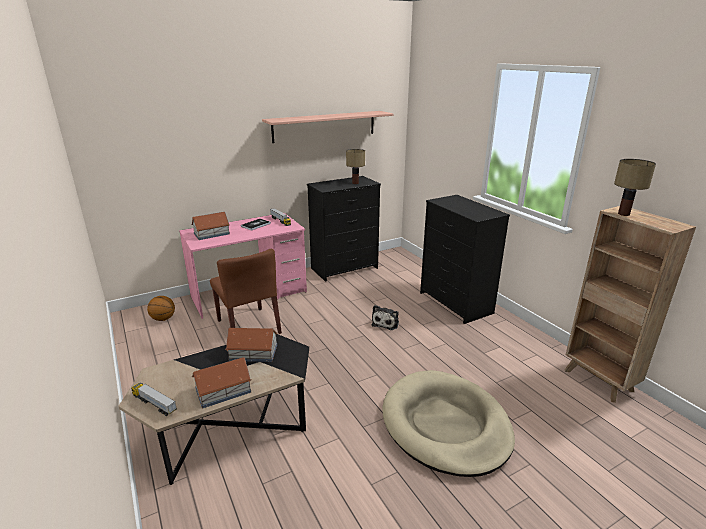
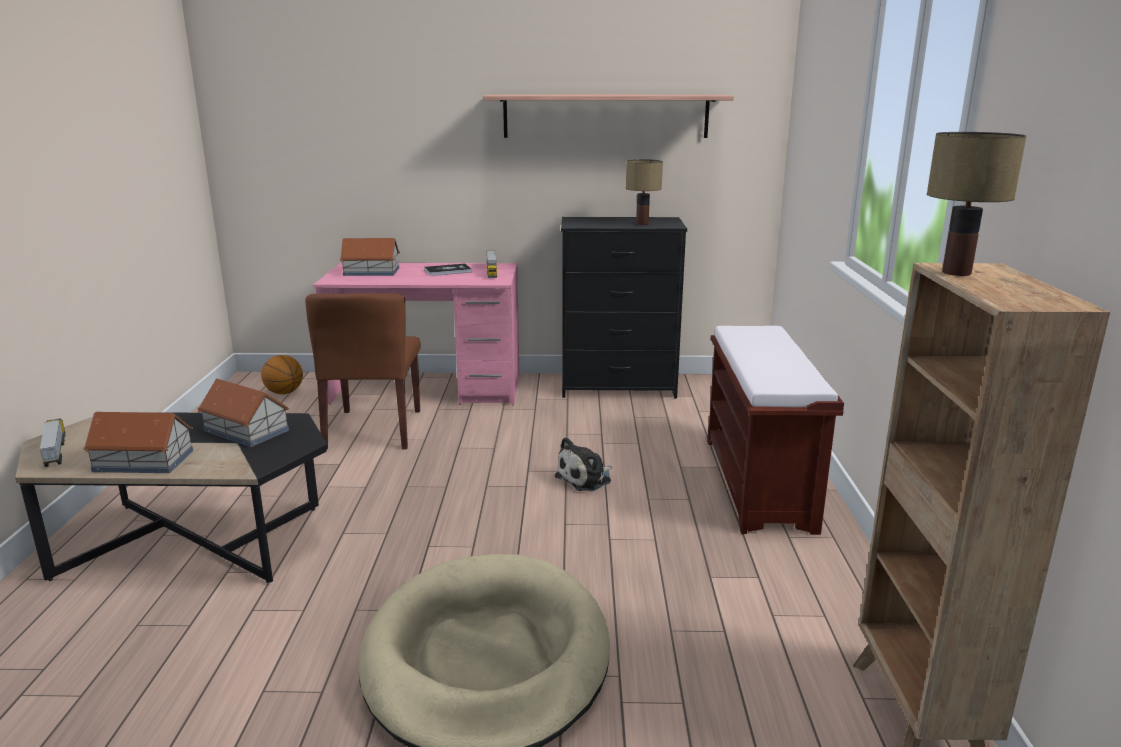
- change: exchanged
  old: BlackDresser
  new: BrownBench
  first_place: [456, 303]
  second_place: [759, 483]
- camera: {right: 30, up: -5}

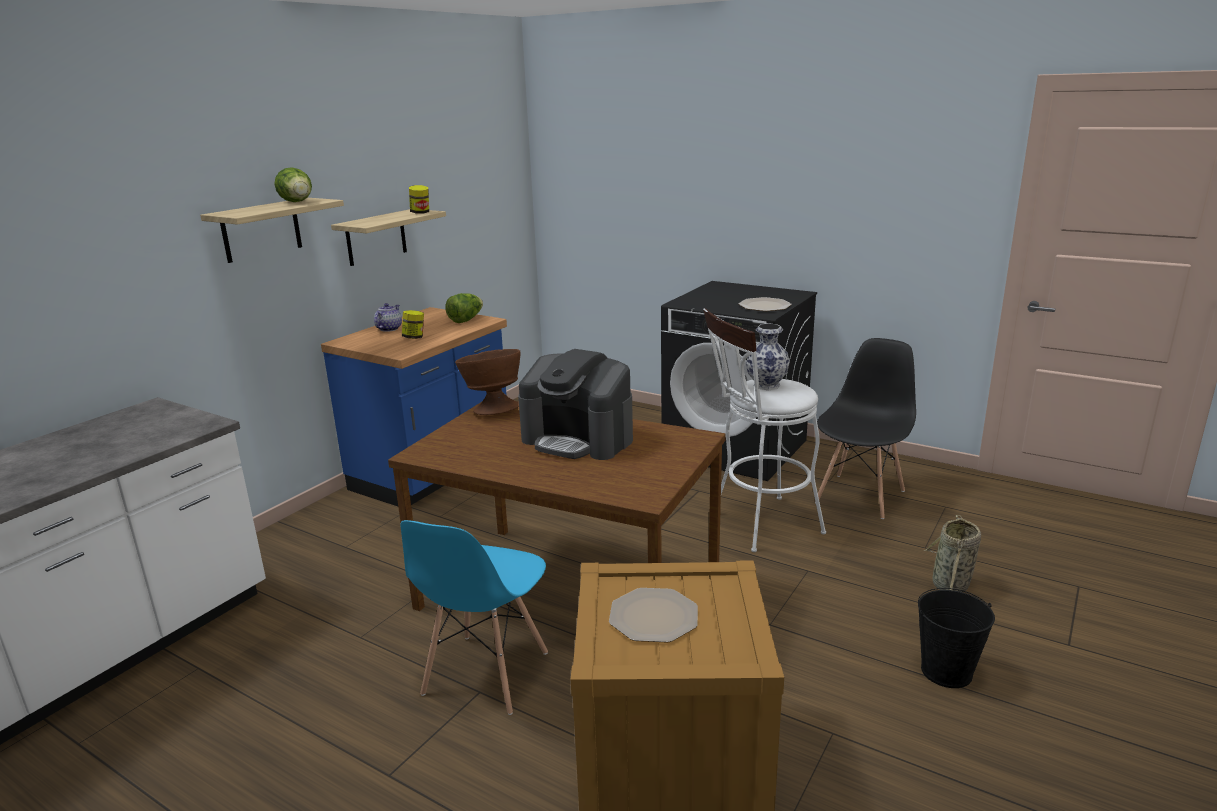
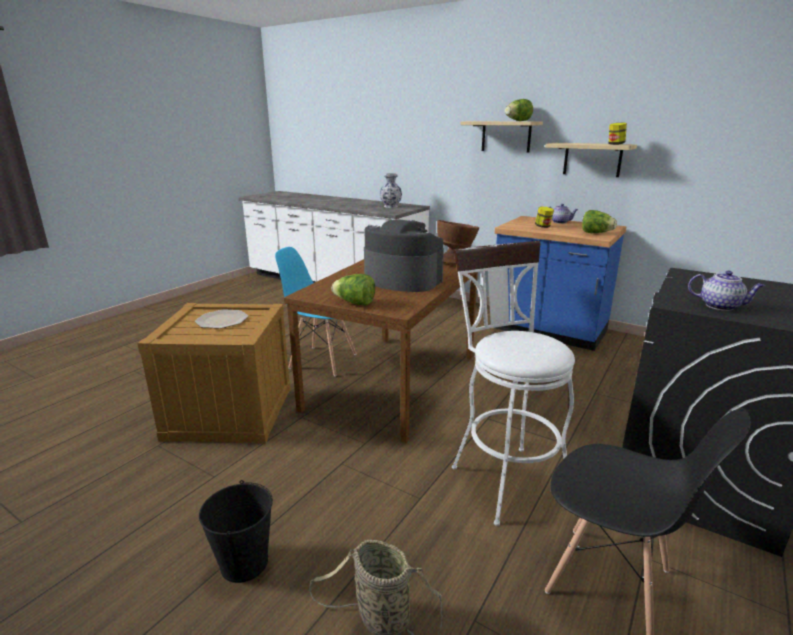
- change: spun
  old: CoffeeMachine
  first_place: [578, 439]
  second_place: [402, 280]
  degrees: 90
- change: exchanged
  old: Plate
  new: Teapot
  first_place: [764, 306]
  second_place: [720, 306]
- change: relocated
  old: Vase
  first_place: [766, 385]
  second_place: [390, 206]
- change: appeared
  new: Lettuce
  second_place: [355, 303]
- camera: {right: 90, up: 0}

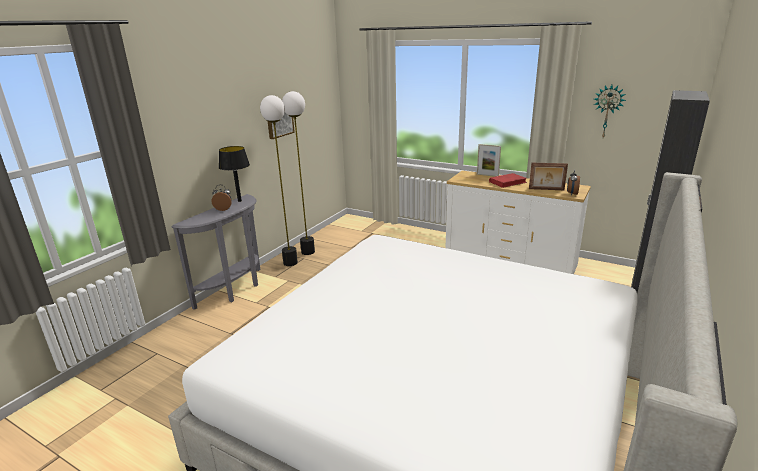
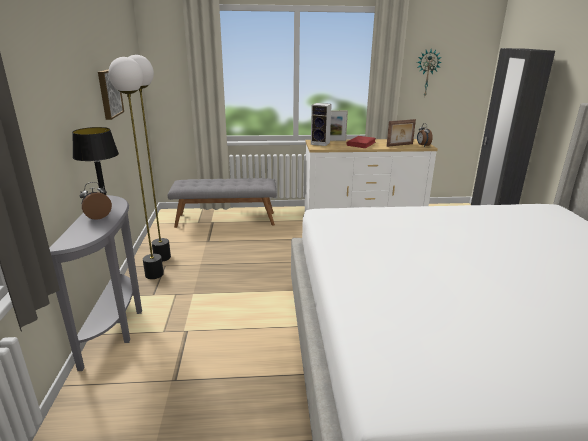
- change: appeared
  new: GreyBench
  second_place: [226, 219]
- change: appeared
  new: Speaker
  second_place: [321, 143]
- camera: {right: -35, up: 0}

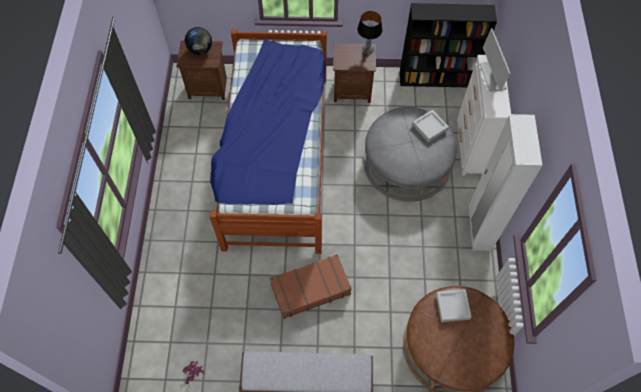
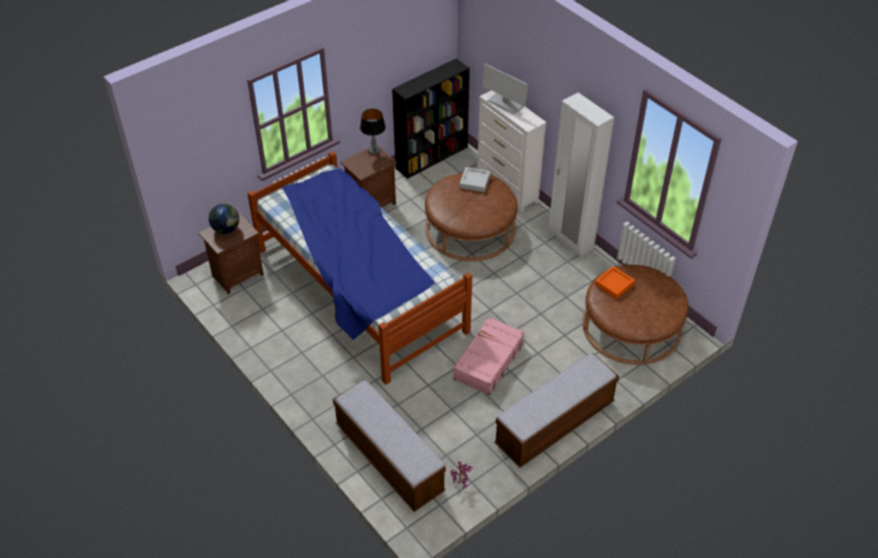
- change: colour
  old: BrownSuitcase
  new: PinkSuitcase
  first_place: [310, 289]
  second_place: [488, 361]
- change: colour
  old: GreyOttoman
  new: BrownOttoman
  first_place: [407, 162]
  second_place: [470, 228]
- change: colour
  old: GreyTray
  new: OrangeTray
  first_place: [452, 306]
  second_place: [614, 284]
- change: appeared
  new: Bench
  second_place: [389, 458]
- camera: {right: -40, up: -15}

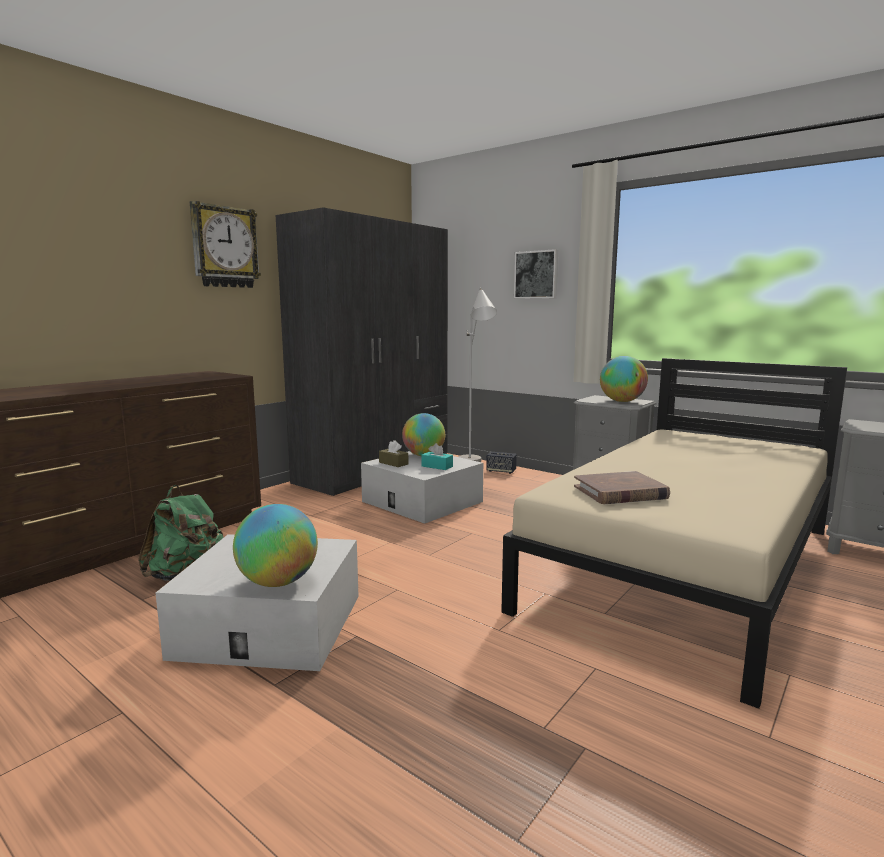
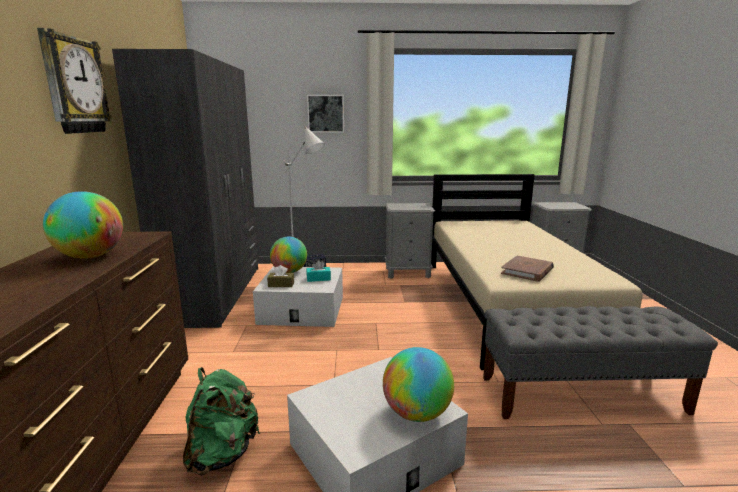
- change: relocated
  old: Globe
  first_place: [622, 401]
  second_place: [90, 256]
- change: appeared
  new: GreyBench
  second_place: [582, 395]
- camera: {right: -40, up: 5}

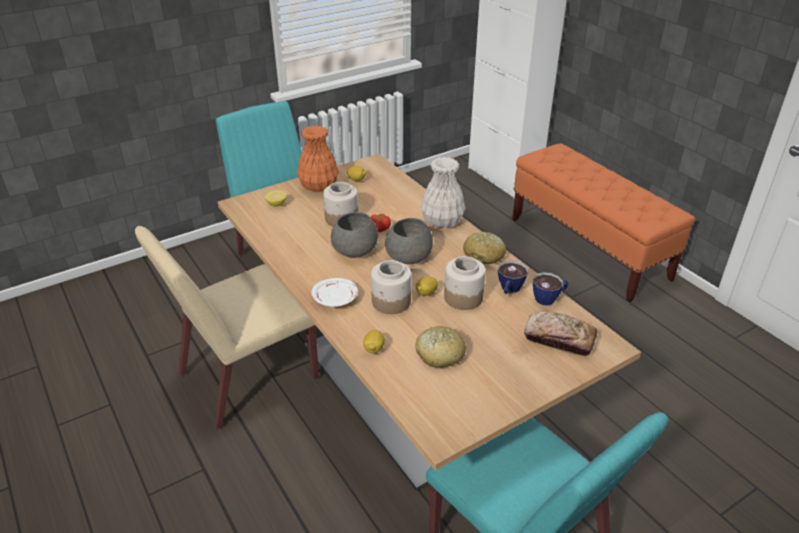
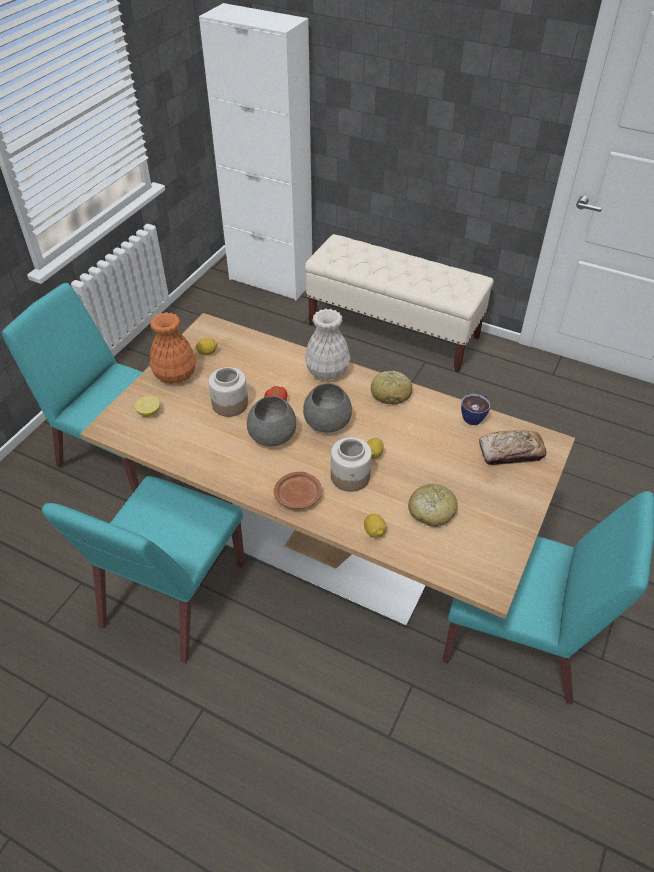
- change: colour
  old: BeigeChair
  new: TurquoiseChair
  first_place: [246, 377]
  second_place: [173, 596]
- change: colour
  old: WhitePlate
  new: BrownPlate
  first_place: [336, 299]
  second_place: [298, 495]
- change: missing
  old: Jar
  first_place: [463, 297]
- change: missing
  old: Cup
  first_place: [509, 290]
- change: colour
  old: OrangeBench
  new: BeigeBench
  first_place: [588, 249]
  second_place: [393, 331]
- camera: {right: -30, up: 10}

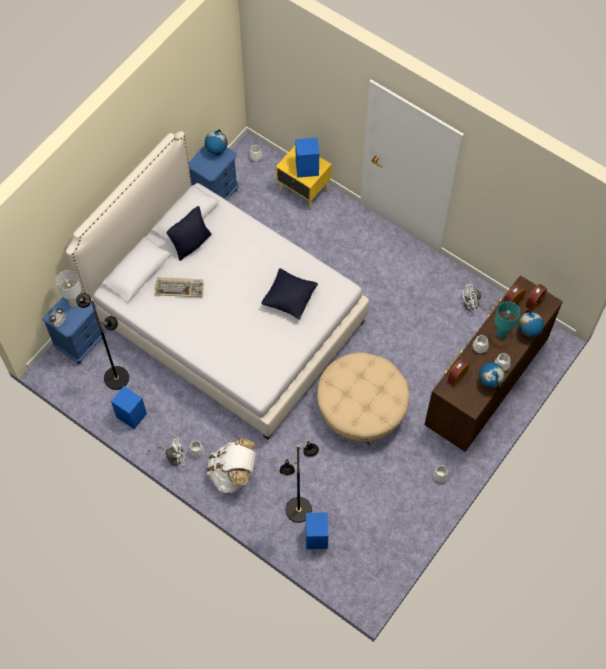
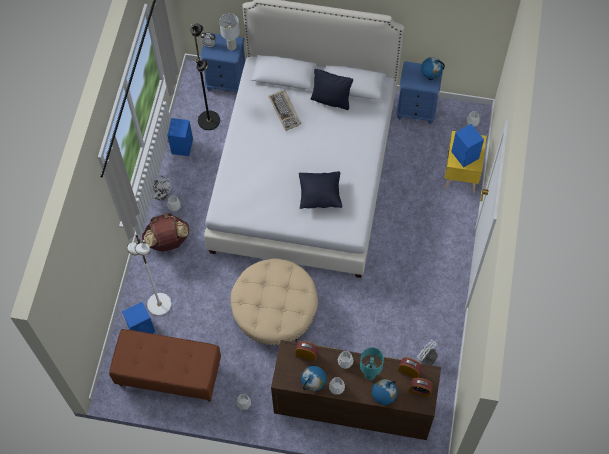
- change: colour
  old: WhiteBackpack
  new: BrownBackpack
  first_place: [233, 473]
  second_place: [168, 241]
- change: colour
  old: BlackFloorLamp
  new: WhiteFloorLamp
  first_place: [299, 510]
  second_place: [159, 305]
- change: appeared
  new: BrownBench
  second_place: [169, 374]
- camera: {right: 65, up: 0}

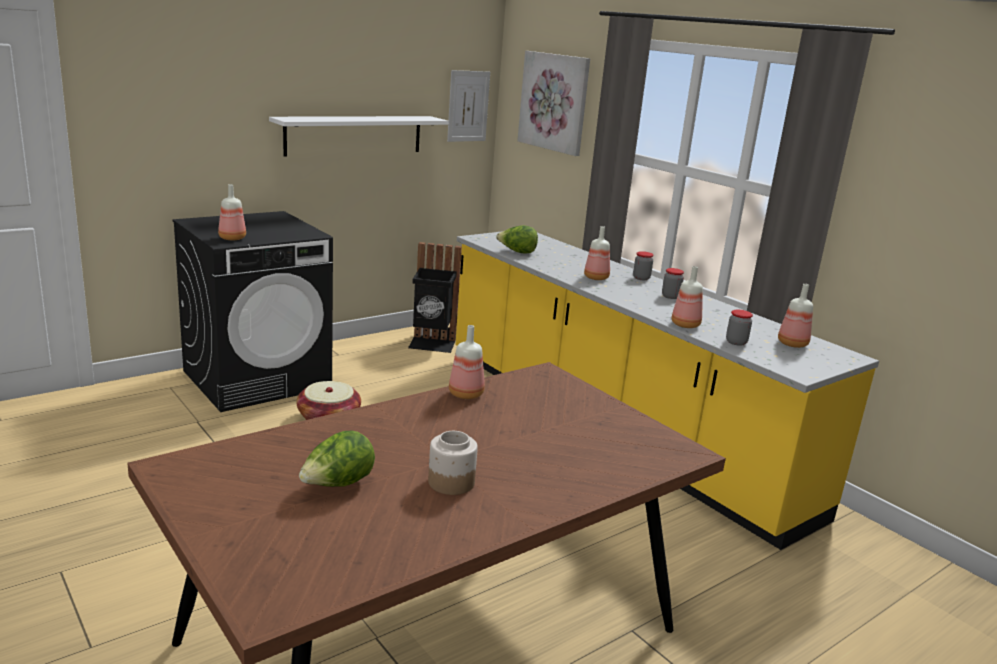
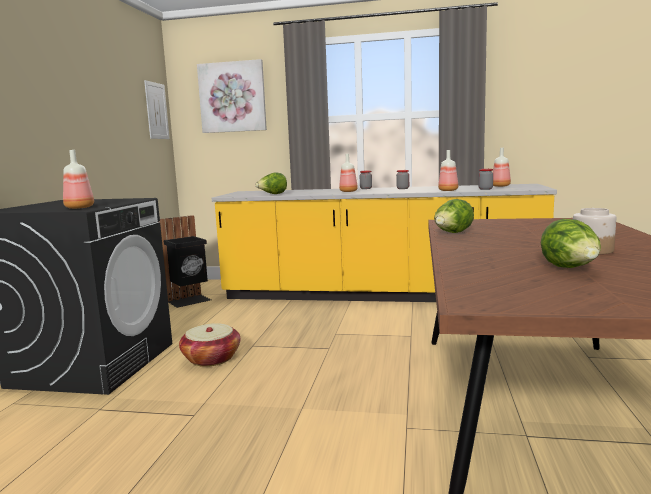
- change: missing
  old: WhiteShelf
  first_place: [354, 135]
- change: exchanged
  old: Bottle
  new: Lettuce
  first_place: [467, 394]
  second_place: [452, 233]
- camera: {right: -40, up: -10}

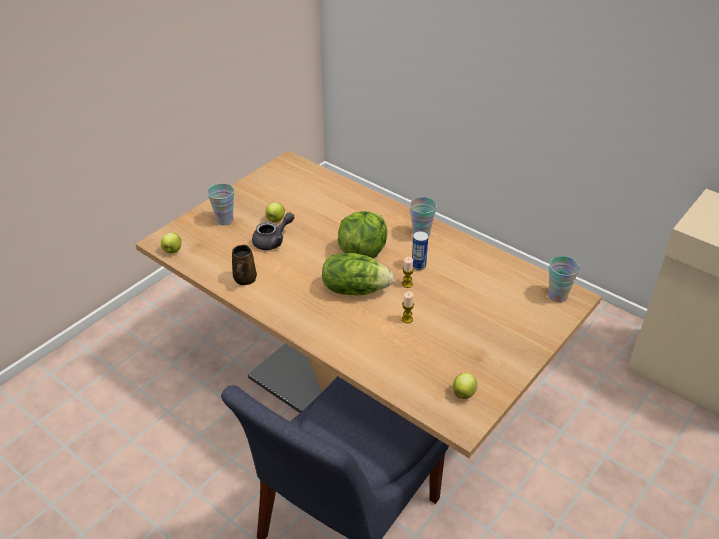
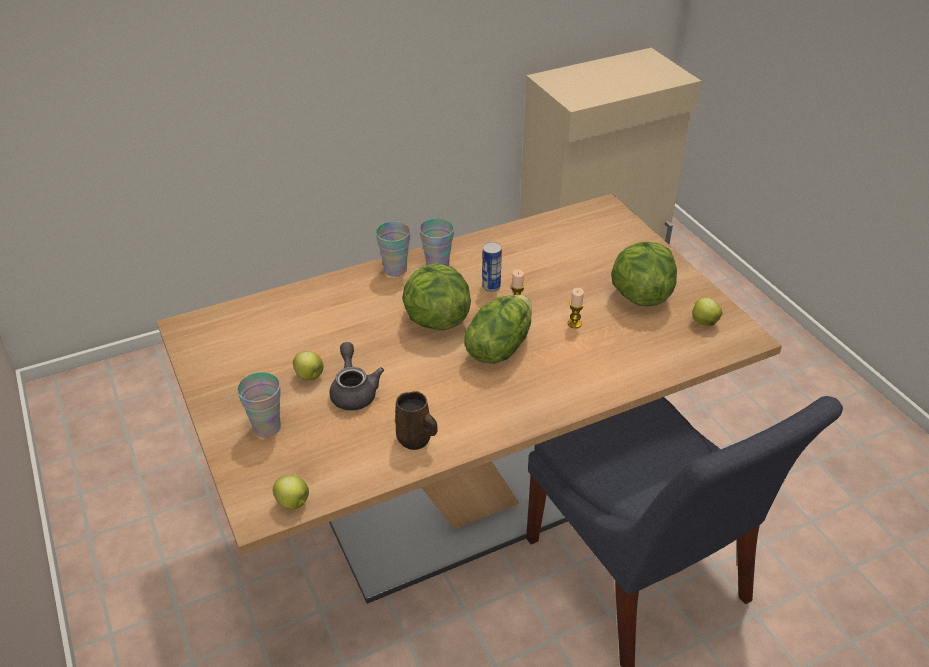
- change: relocated
  old: Cup
  first_place: [557, 296]
  second_place: [395, 270]
- change: appeared
  new: Lettuce
  second_place: [640, 295]
- camera: {right: -65, up: 0}

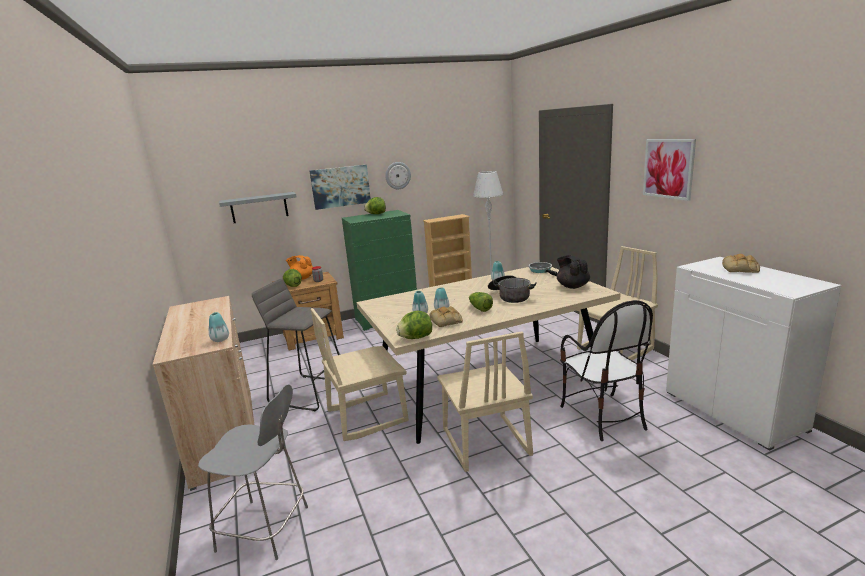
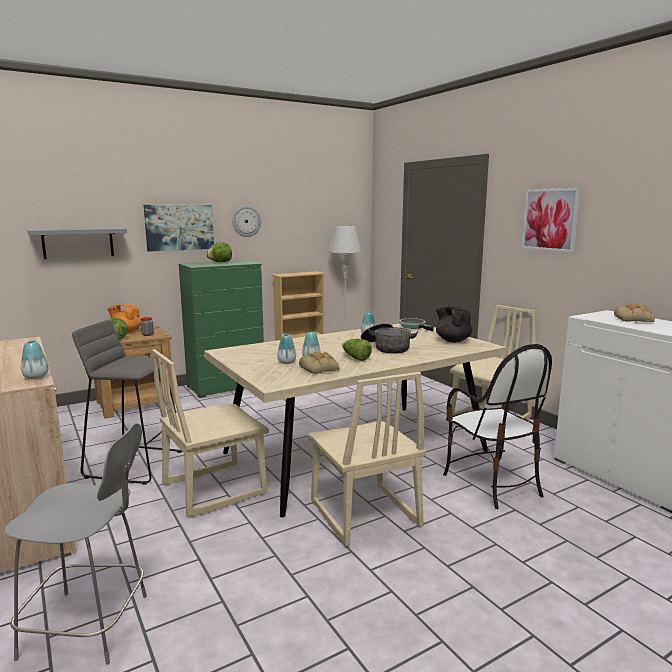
- change: missing
  old: Lettuce
  first_place: [415, 338]
- camera: {right: -10, up: -5}

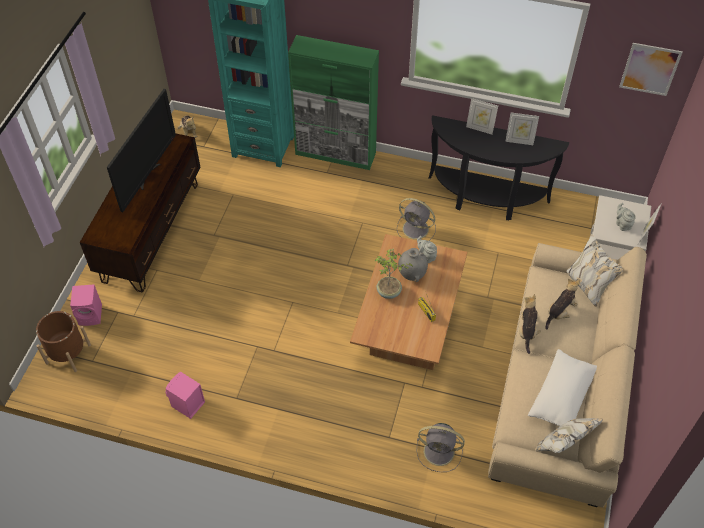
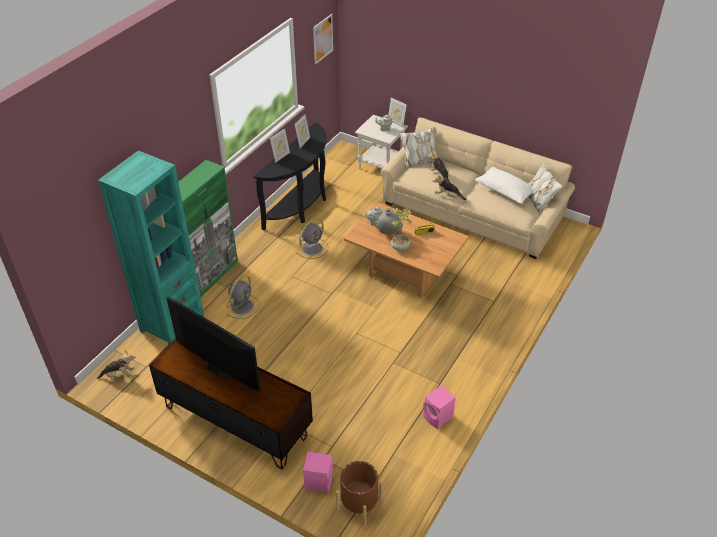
- change: relocated
  old: GreyFan
  first_place: [440, 452]
  second_place: [242, 306]
- camera: {right: -75, up: -10}

